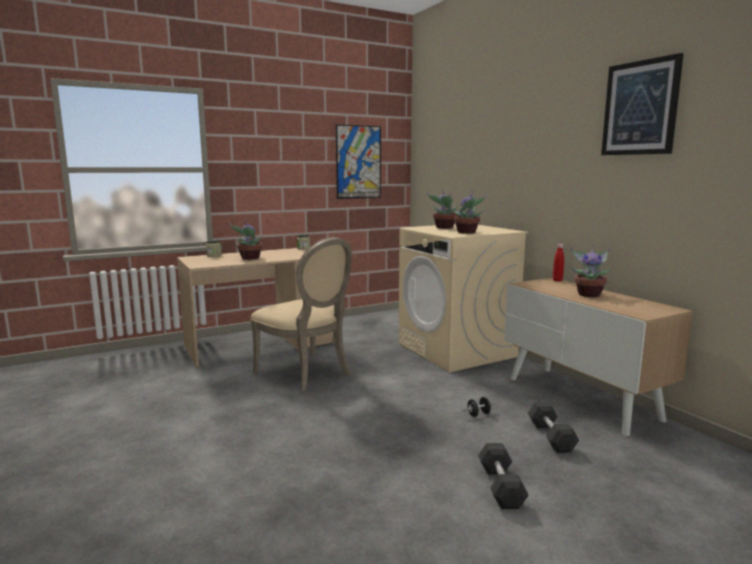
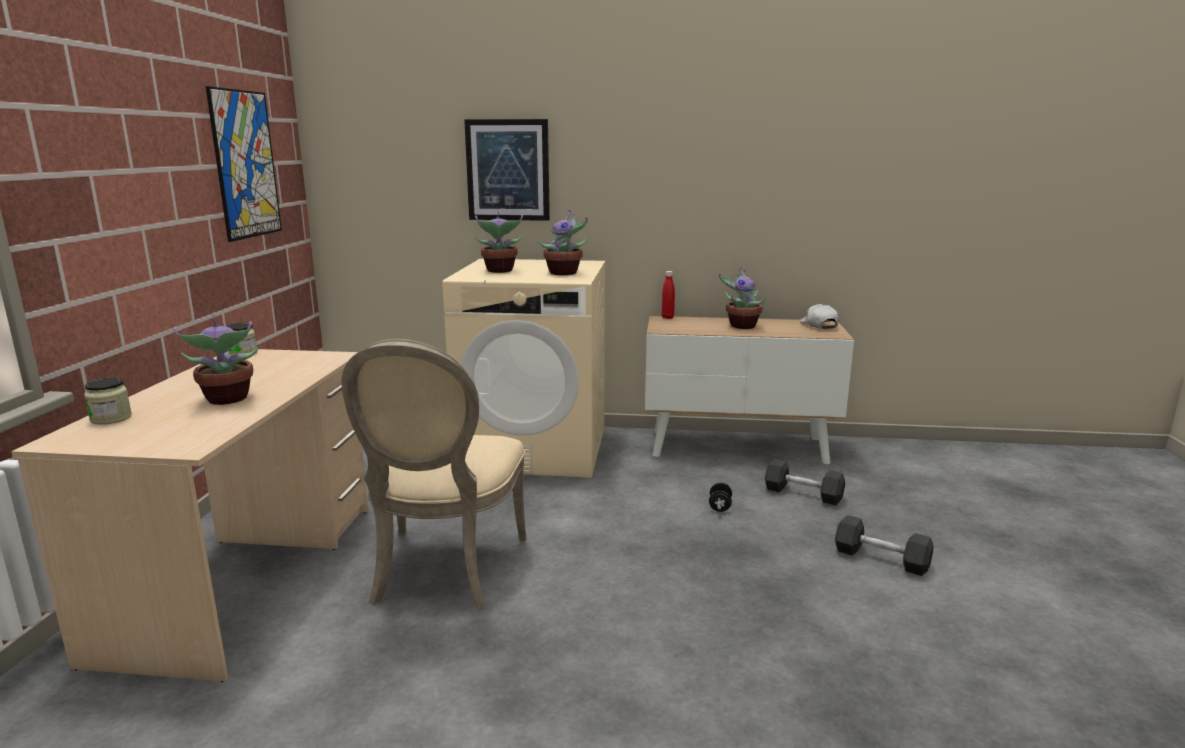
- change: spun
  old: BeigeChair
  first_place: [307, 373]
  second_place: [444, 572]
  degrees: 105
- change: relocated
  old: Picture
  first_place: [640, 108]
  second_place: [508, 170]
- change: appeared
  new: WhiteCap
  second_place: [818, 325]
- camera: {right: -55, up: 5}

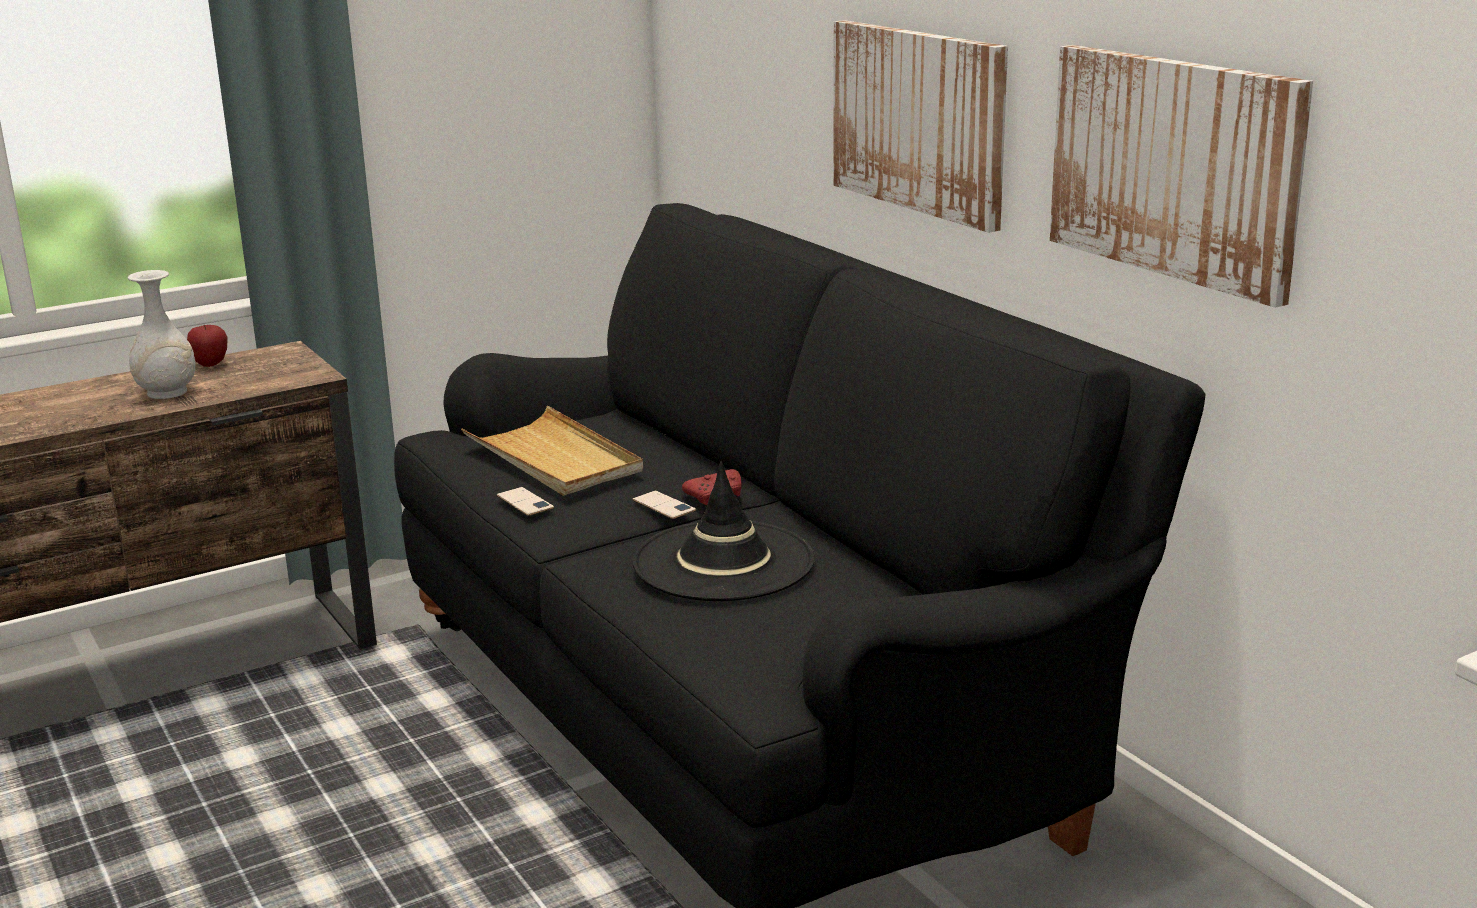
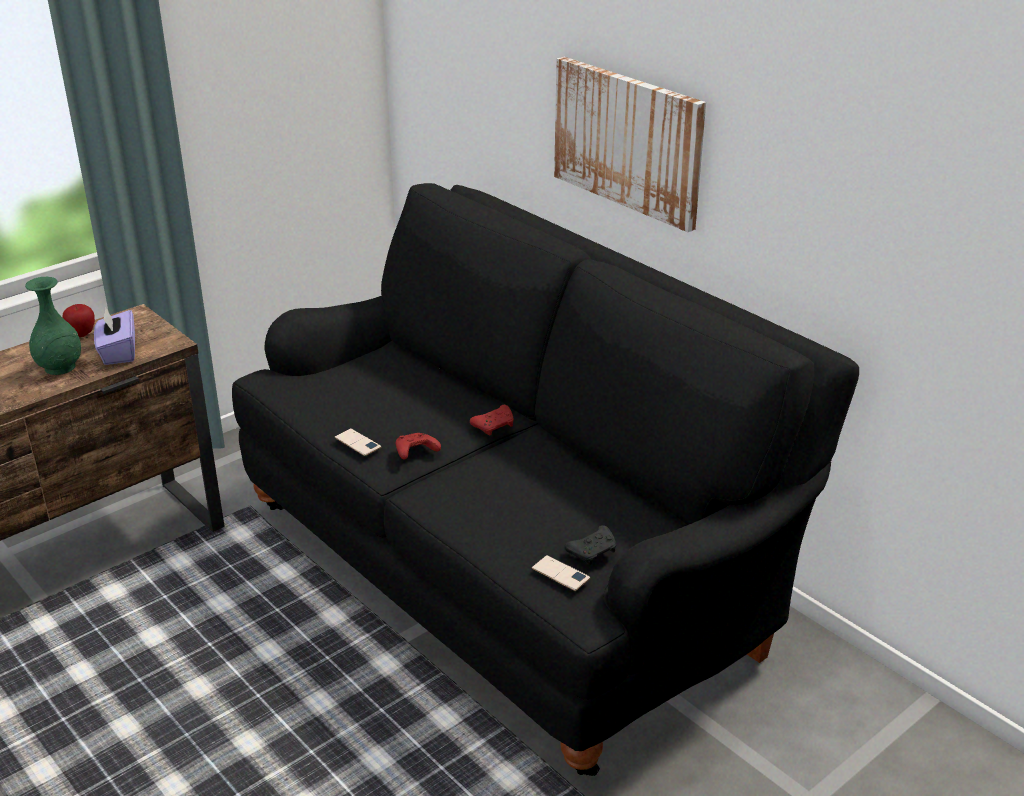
- change: colour
  old: WhiteVase
  new: GreenVase
  first_place: [167, 393]
  second_place: [60, 367]
- change: missing
  old: BeigeTray
  first_place: [554, 458]
- change: missing
  old: BlackHat
  first_place: [724, 562]
- change: relocated
  old: Phone
  first_place: [664, 505]
  second_place: [560, 573]
- change: missing
  old: Picture
  first_place: [1174, 167]
- change: appeared
  new: PurpleTissueBox
  second_place: [118, 353]
- change: appeared
  new: RedGameController
  second_place: [415, 452]
- change: appeared
  new: BlackGameController
  second_place: [593, 551]
- camera: {right: -10, up: 10}

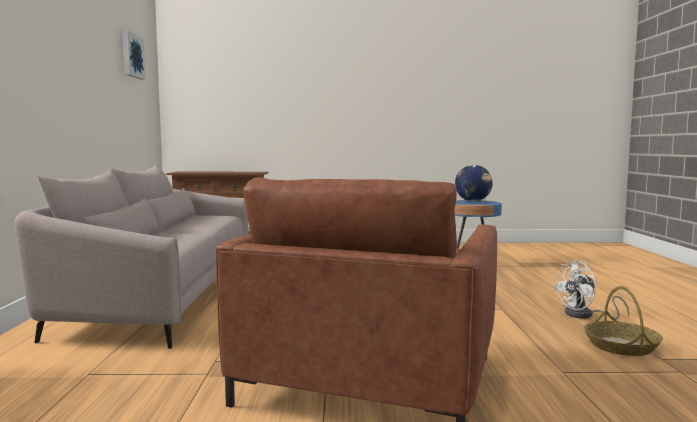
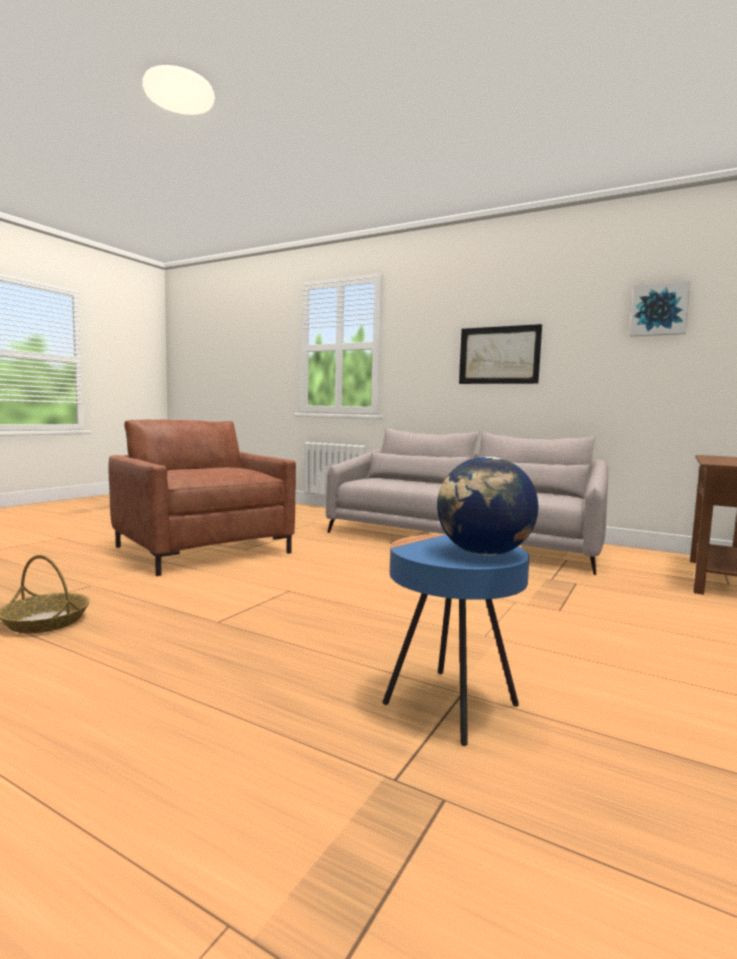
- change: missing
  old: WhiteFan
  first_place: [585, 315]
- change: appeared
  new: Picture
  second_place: [499, 355]
- camera: {right: 120, up: 0}

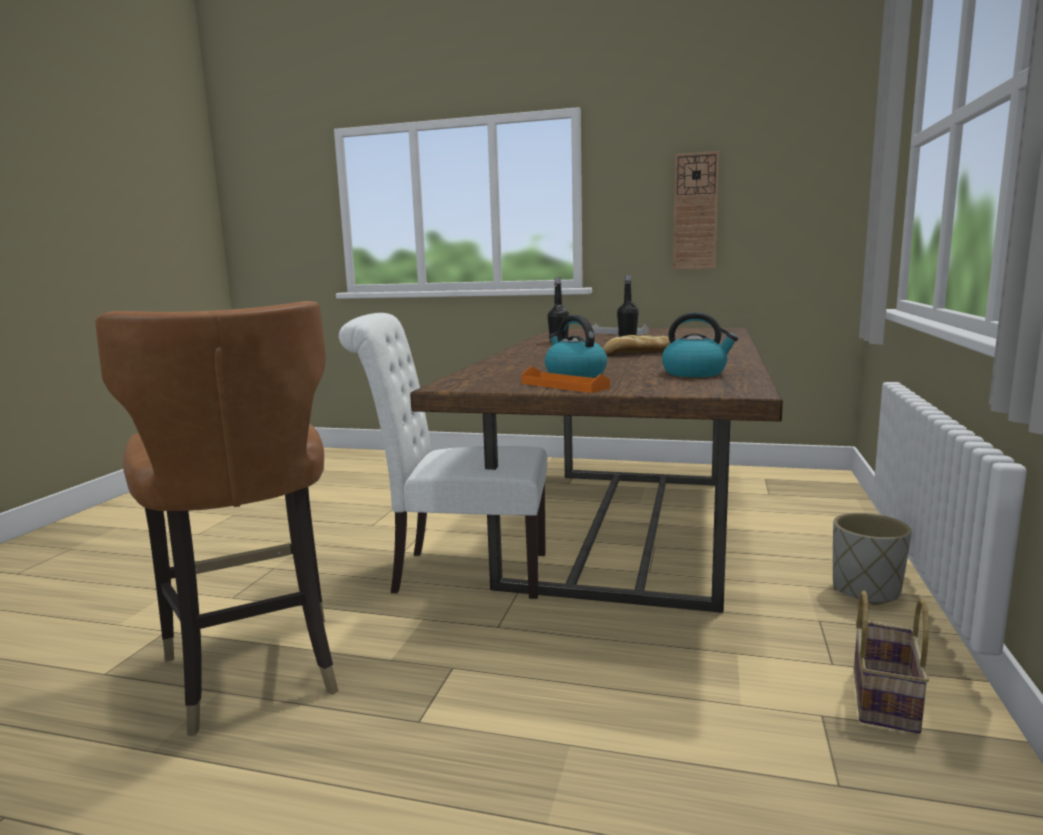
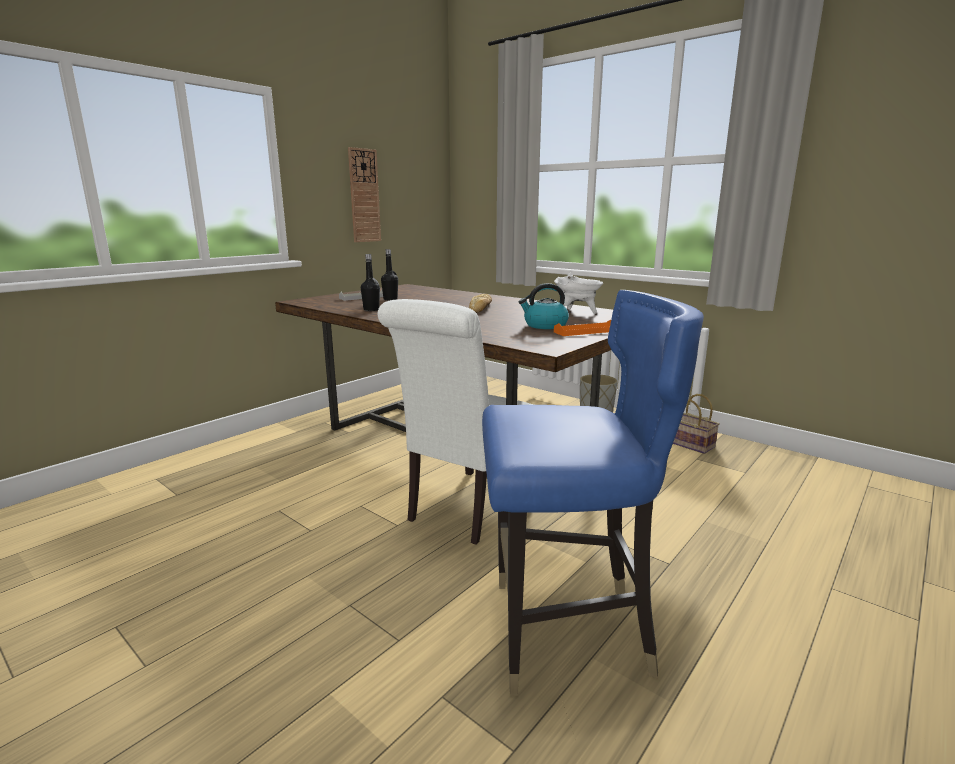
- change: colour
  old: BrownChair
  new: BlueChair
  first_place: [254, 670]
  second_place: [566, 633]
- change: exchanged
  old: Kettle
  new: WhiteCookingPot
  first_place: [695, 373]
  second_place: [576, 312]
- camera: {right: -65, up: 5}

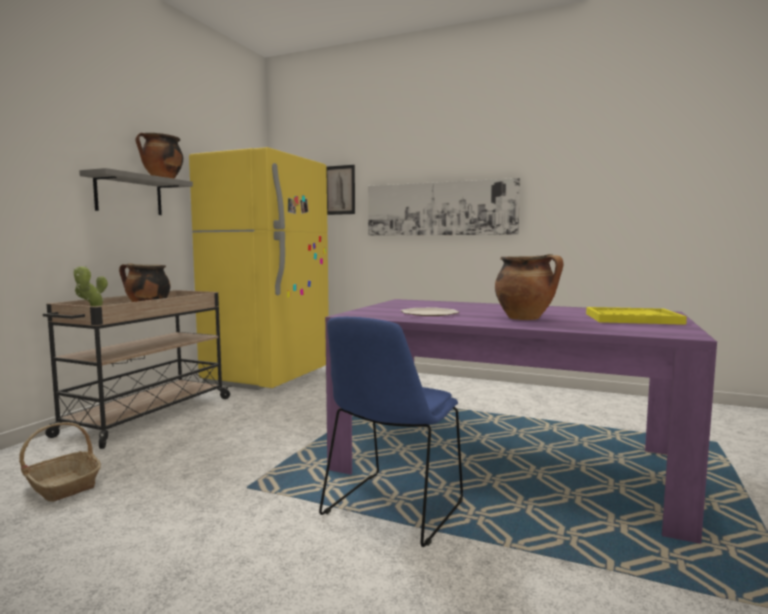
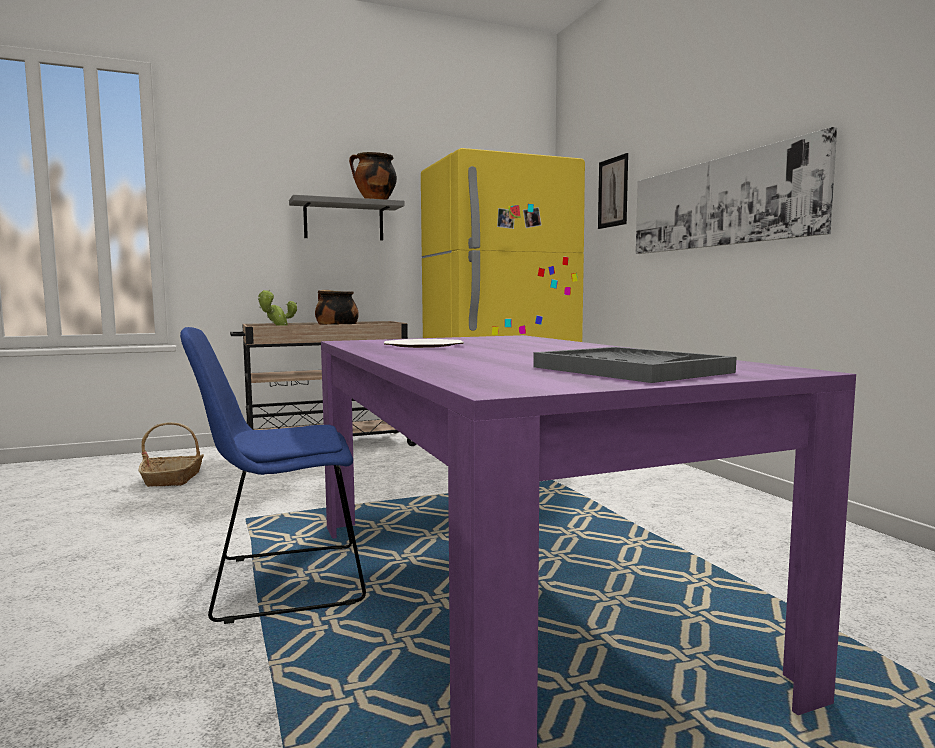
- change: missing
  old: CookingPot
  first_place: [526, 318]
- change: colour
  old: YellowTray
  new: GreyTray
  first_place: [632, 319]
  second_place: [629, 370]
- camera: {right: 45, up: 0}

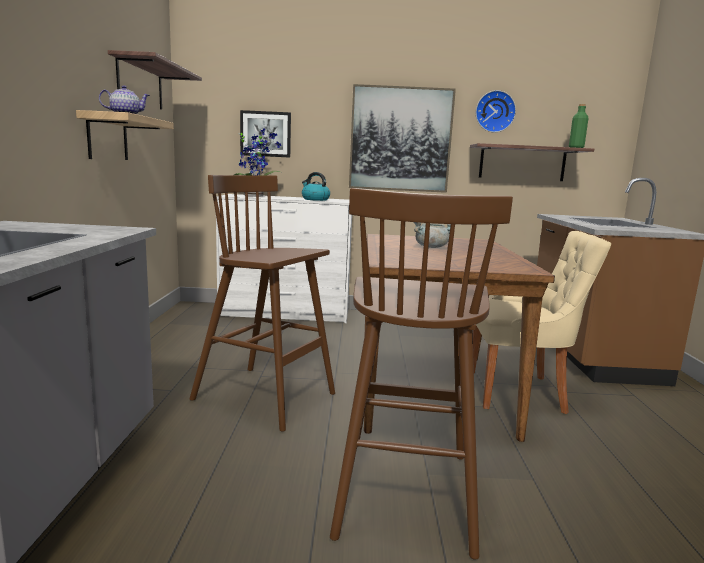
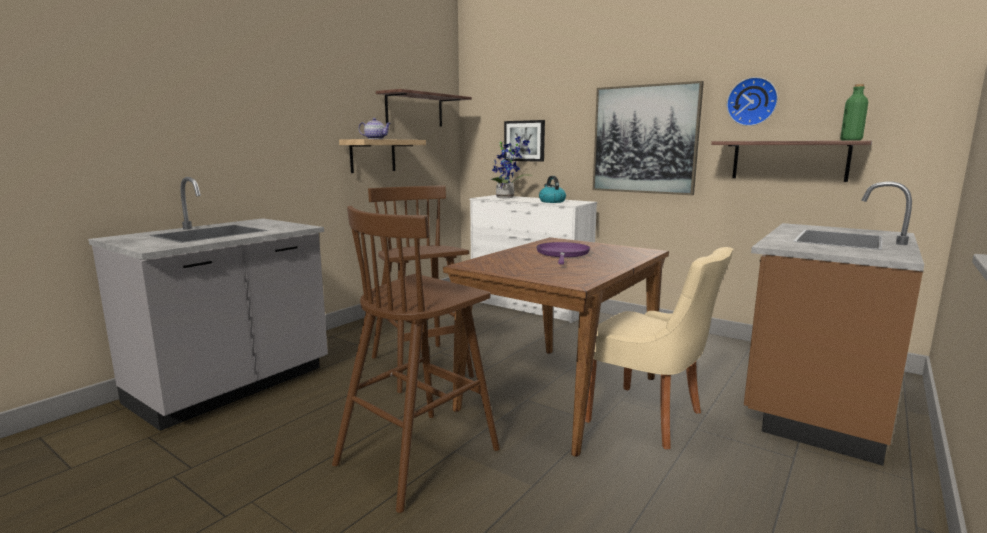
- change: exchanged
  old: GreyCookingPot
  new: PurpleFryingPan
  first_place: [431, 247]
  second_place: [563, 254]
- camera: {right: 35, up: 0}

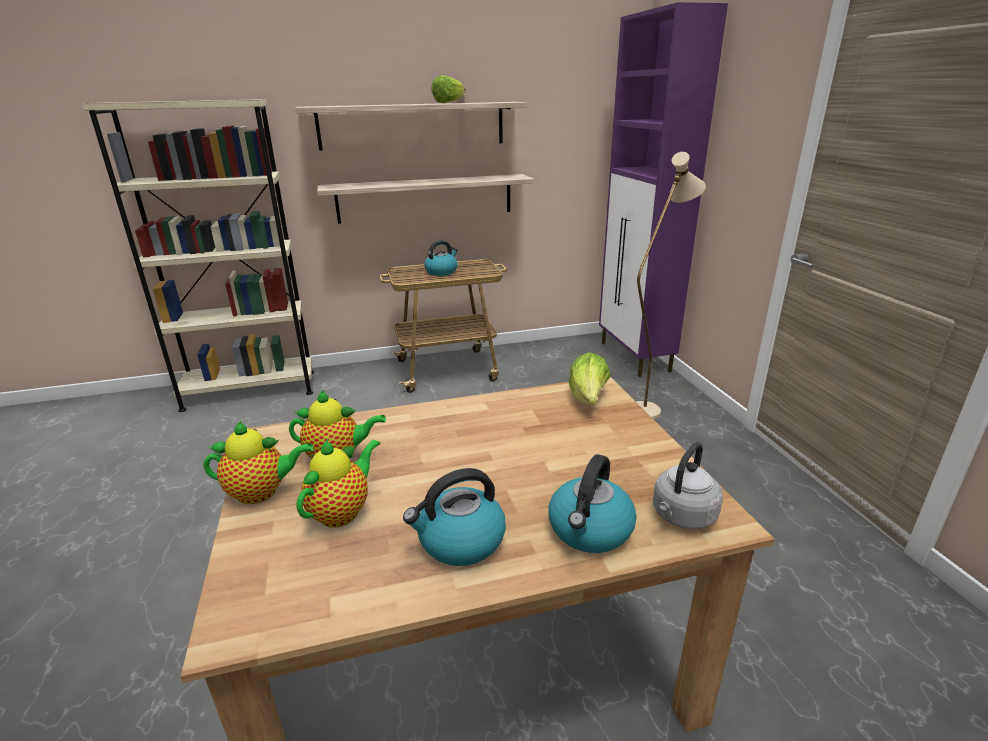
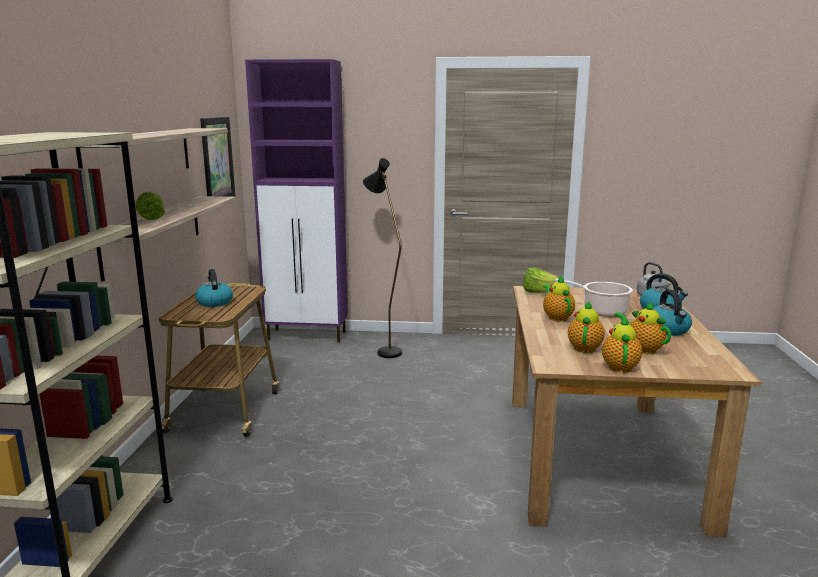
- change: relocated
  old: Lettuce
  first_place: [449, 103]
  second_place: [150, 218]
- change: colour
  old: BeigeFloorLamp
  new: BlackFloorLamp
  first_place: [649, 406]
  second_place: [384, 350]
- change: appeared
  new: Picture
  second_place: [217, 160]
- change: appeared
  new: Teapot
  second_place: [557, 317]
- change: appeared
  new: CookingPot
  second_place: [602, 311]
- camera: {right: -70, up: -10}

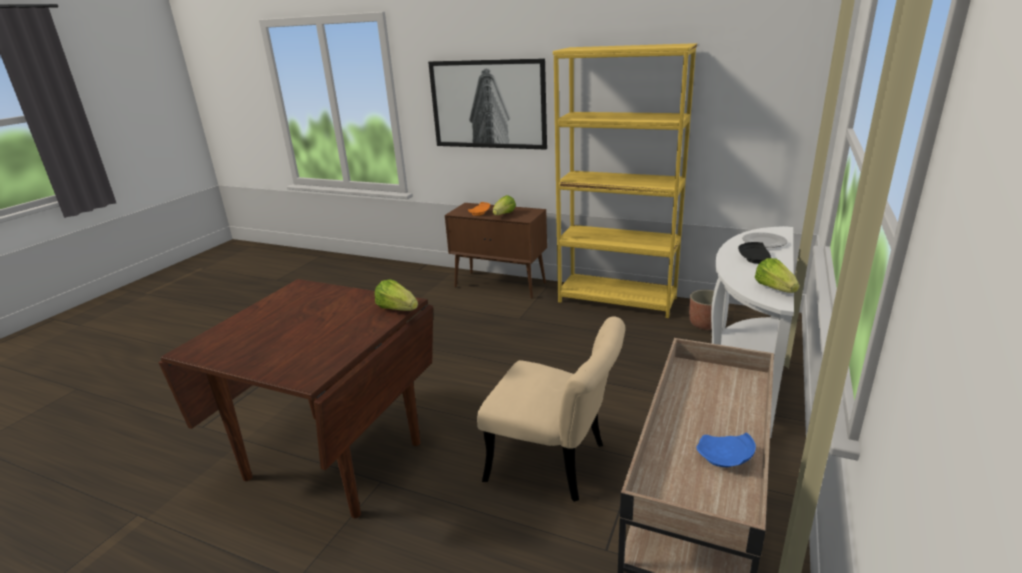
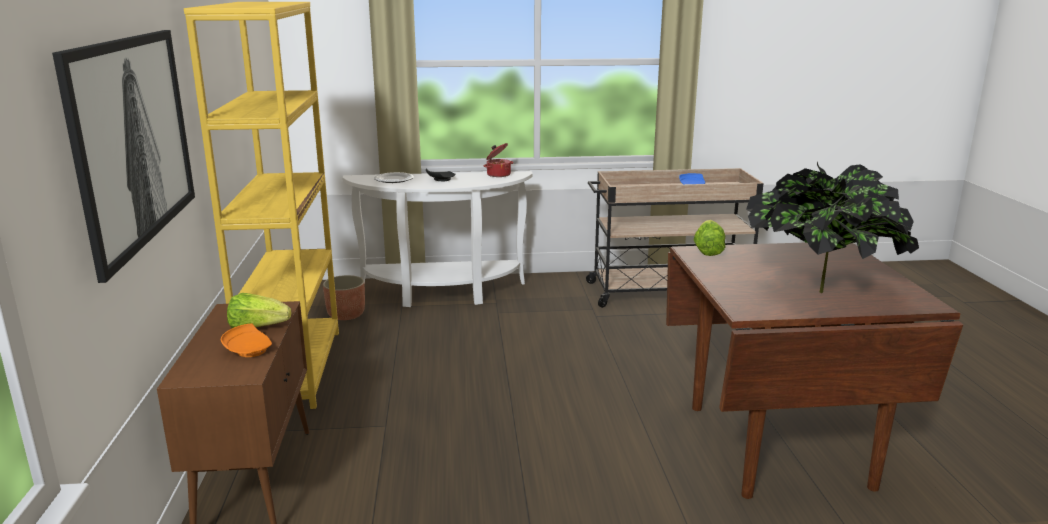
- change: missing
  old: BeigeChair
  first_place: [556, 464]
- change: exchanged
  old: Lettuce
  new: CookingPot
  first_place: [775, 289]
  second_place: [498, 174]
- change: appeared
  new: PottedPlant
  second_place: [819, 291]
- camera: {right: -120, up: -5}

